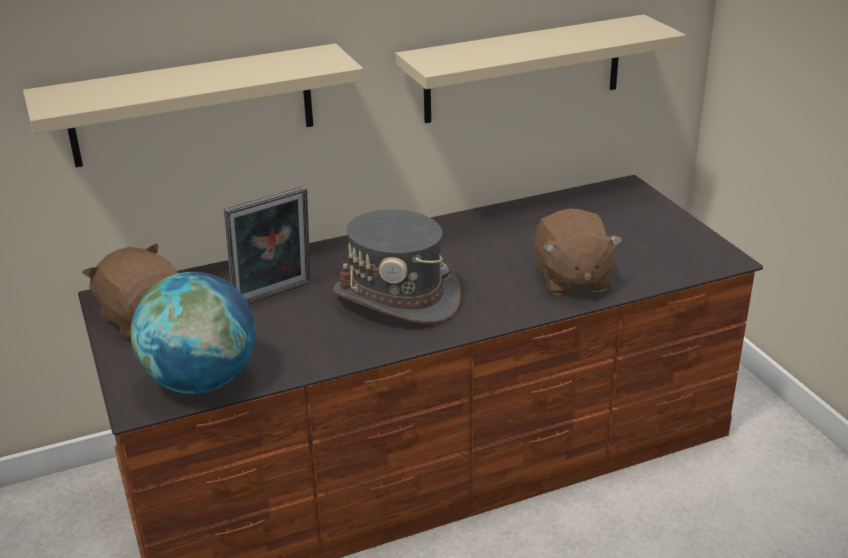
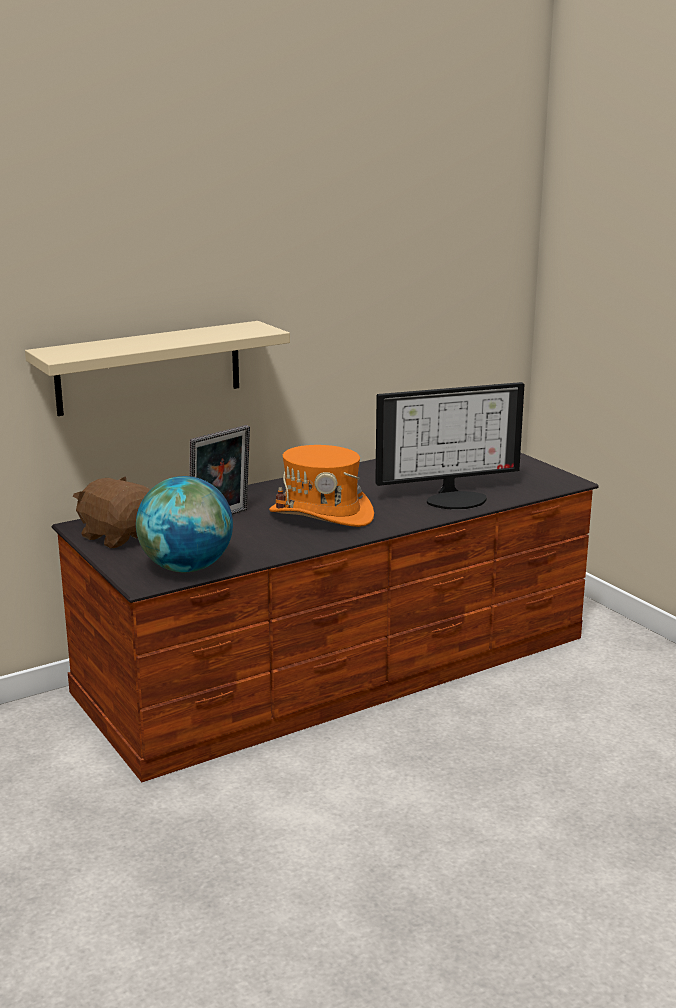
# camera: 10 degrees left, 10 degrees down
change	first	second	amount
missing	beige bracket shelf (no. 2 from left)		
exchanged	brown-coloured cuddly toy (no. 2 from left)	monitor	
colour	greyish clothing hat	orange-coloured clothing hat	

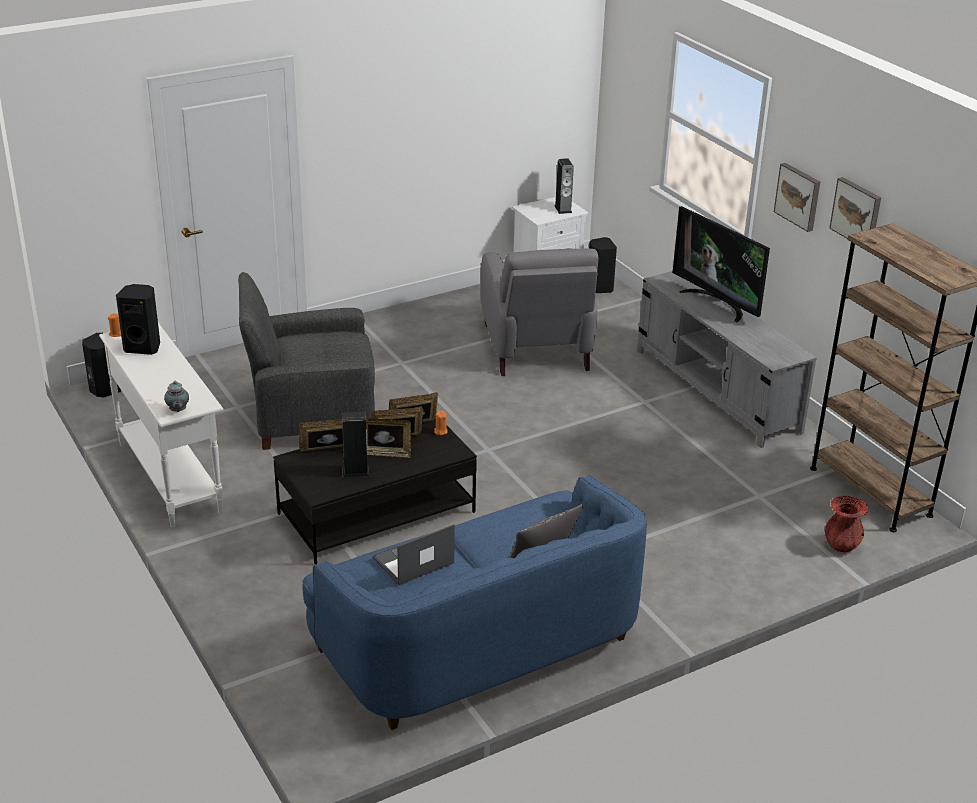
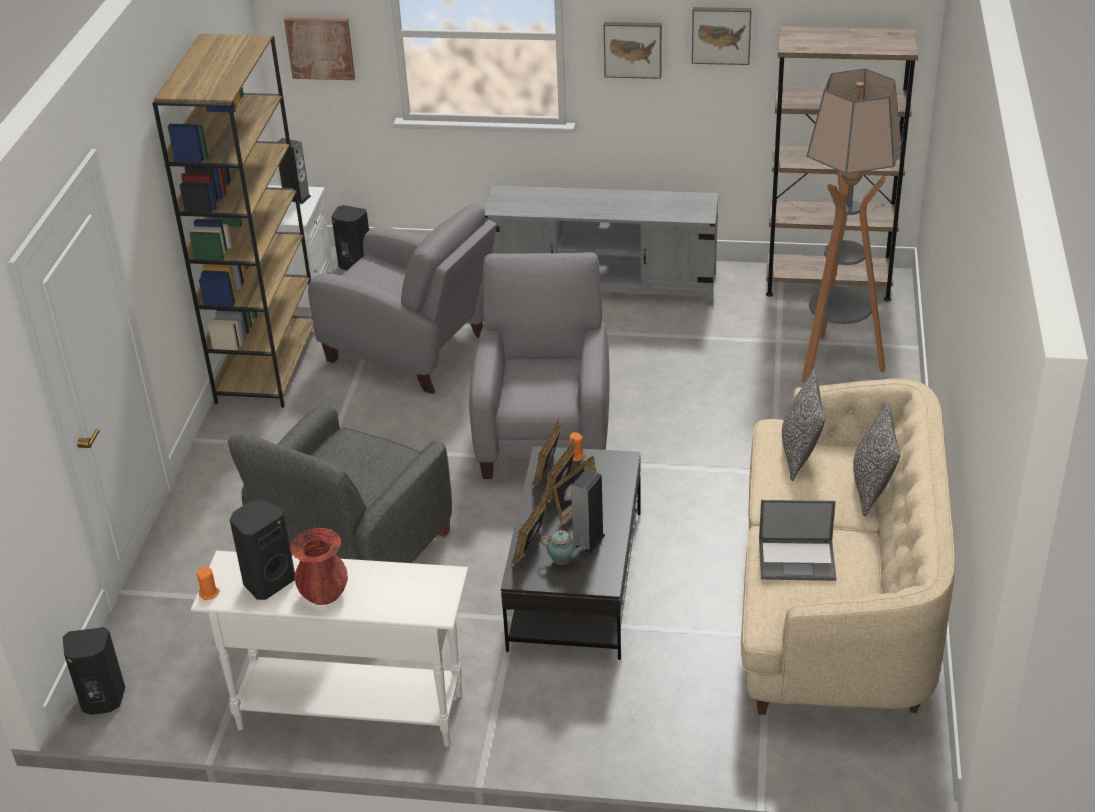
# camera: 50 degrees left, 5 degrees up
change	first	second	amount
missing	TV set		
appeared		brown-coloured bookshelf (no. 1 from left)	
appeared		picture (no. 1 from left)	
appeared		greyish easy chair (no. 3 from left)	
appeared		throw pillow (no. 1 from left)	
appeared		floor lamp	
relocated	teapot		
relocated	red vase		
colour	blue sofa	beige sofa	
spun	portable computer		90 degrees counterclockwise

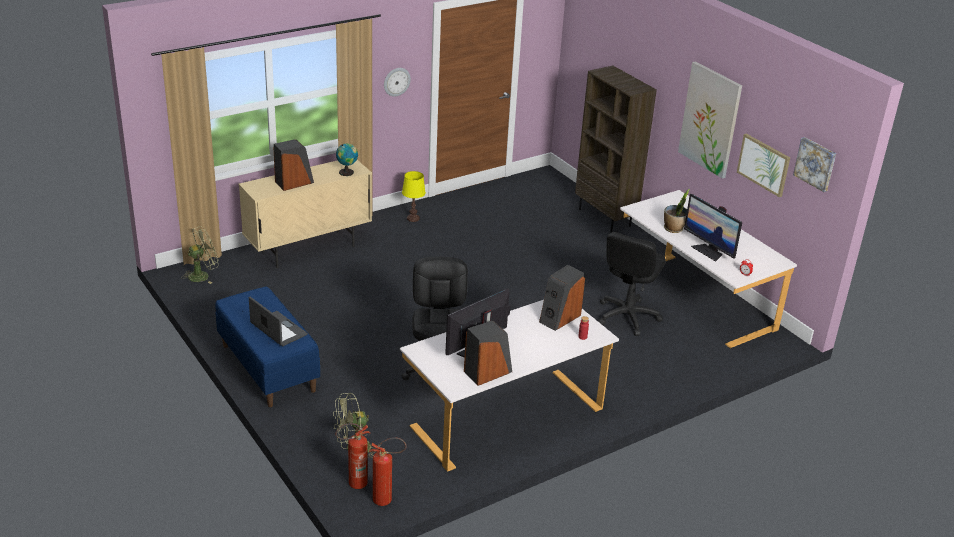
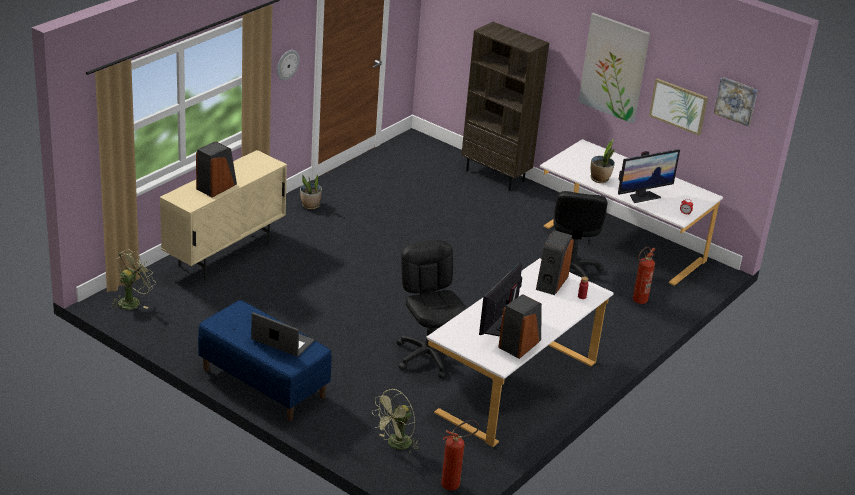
# camera: 20 degrees left, 0 degrees up
change	first	second	amount
missing	world globe		
relocated	fire extinguisher (no. 1 from left in the first image)	fire extinguisher (no. 2 from left)	
exchanged	yellowish table lamp	houseplant (no. 1 from left)	
spun	monitor (no. 2 from left)		60 degrees counterclockwise

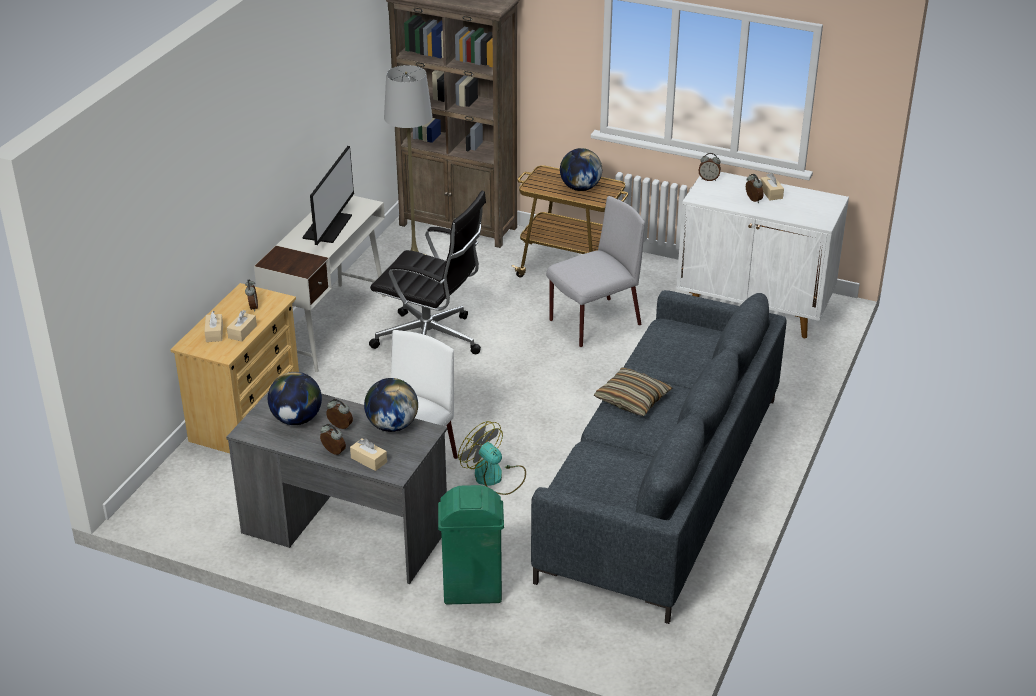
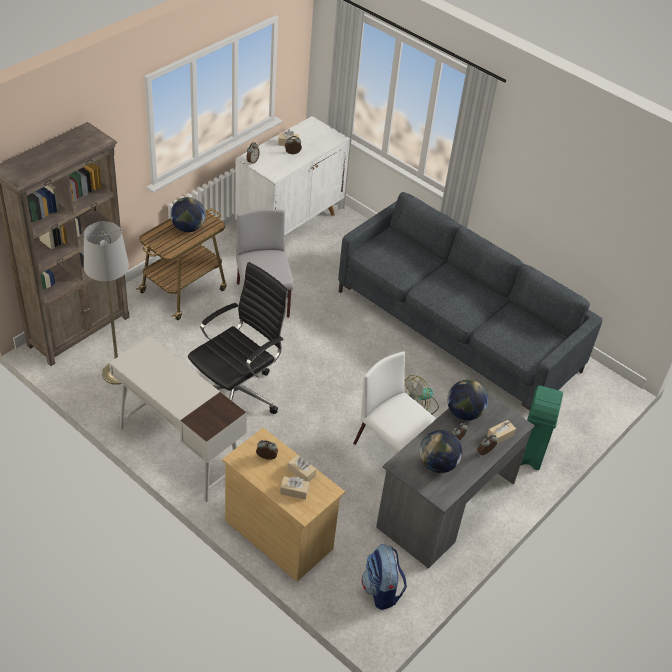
# camera: 75 degrees left, 10 degrees up
change	first	second	amount
missing	monitor		
missing	throw pillow		
appeared		rucksack	

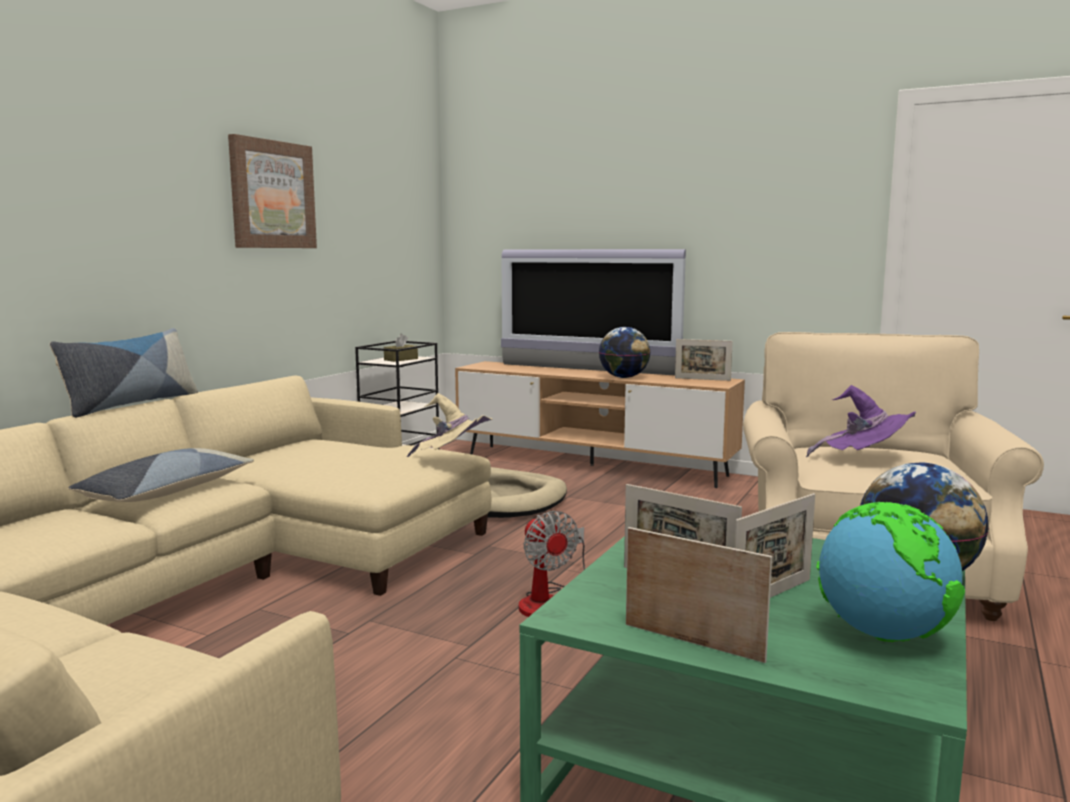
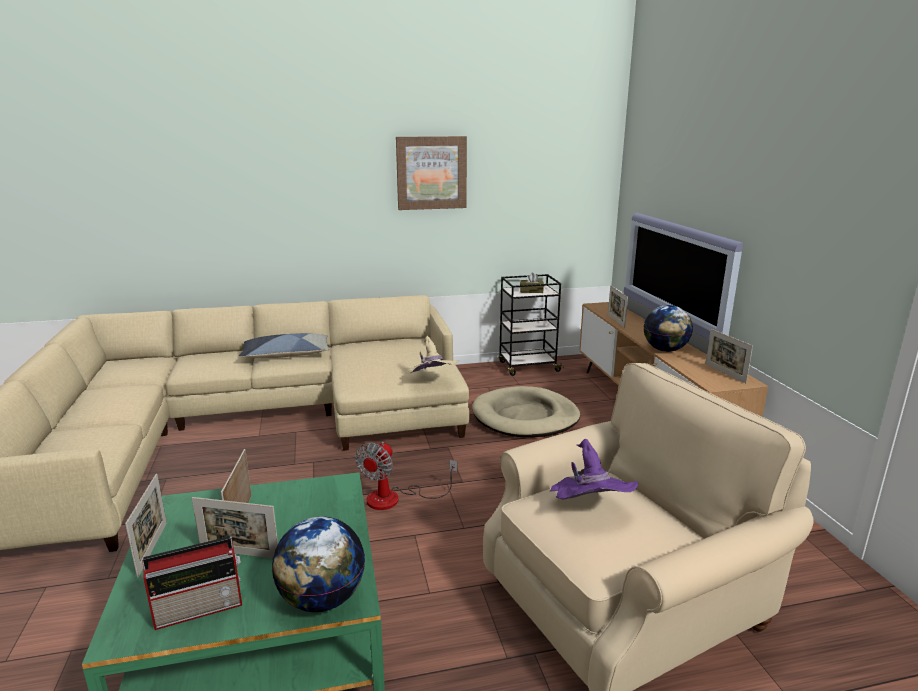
# camera: 50 degrees right, 10 degrees up
change	first	second	amount
missing	throw pillow (no. 1 from left)		
appeared		photo frame (no. 4 from left)	
exchanged	world globe (no. 2 from left)	radio	

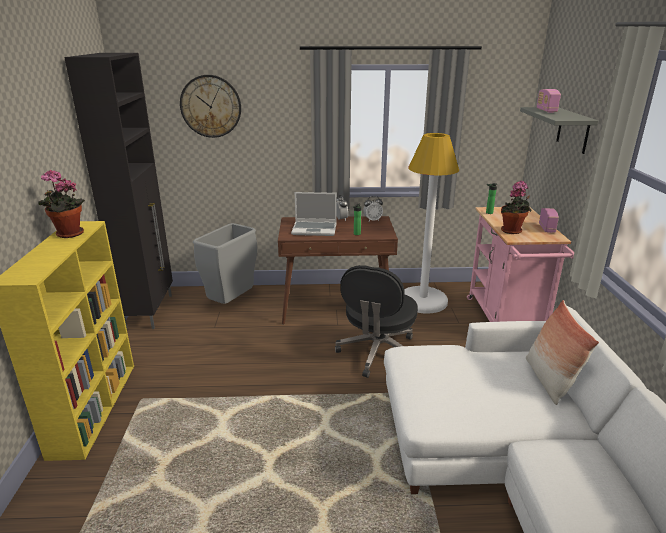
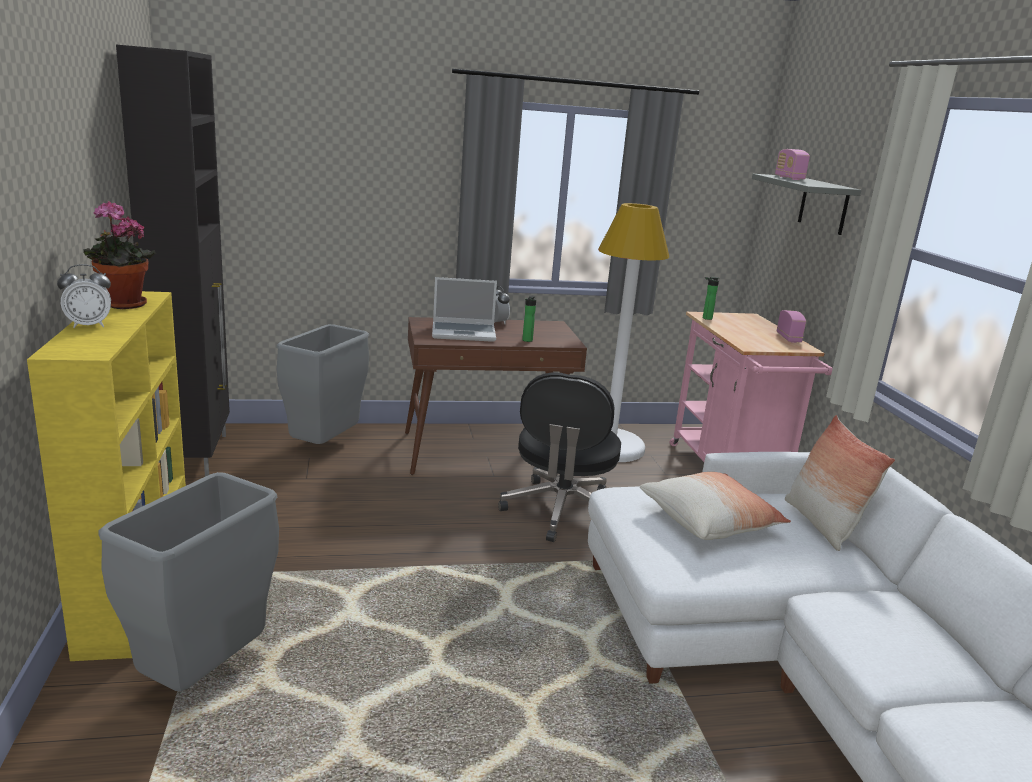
# camera: 10 degrees left, 5 degrees down
change	first	second	amount
missing	clock on the wall		
missing	houseplant (no. 2 from left)		
appeared		greyish trash can (no. 1 from left)	
appeared		throw pillow (no. 1 from left)	
relocated	bedside clock (no. 2 from left in the first image)	bedside clock (no. 1 from left)	

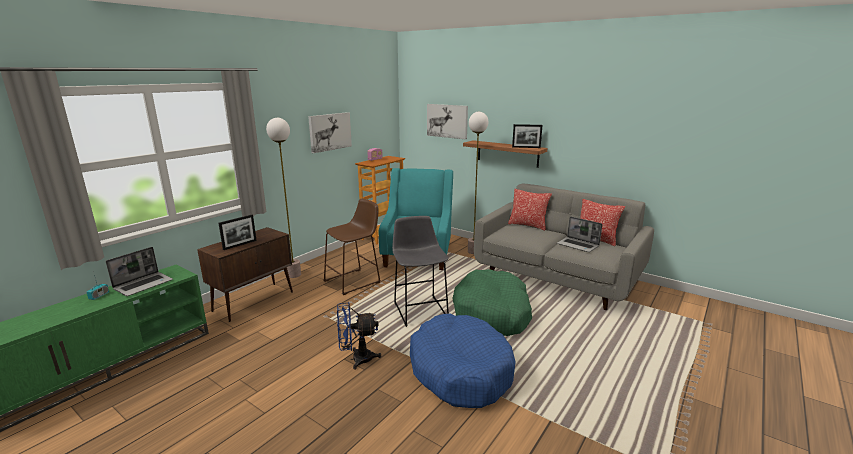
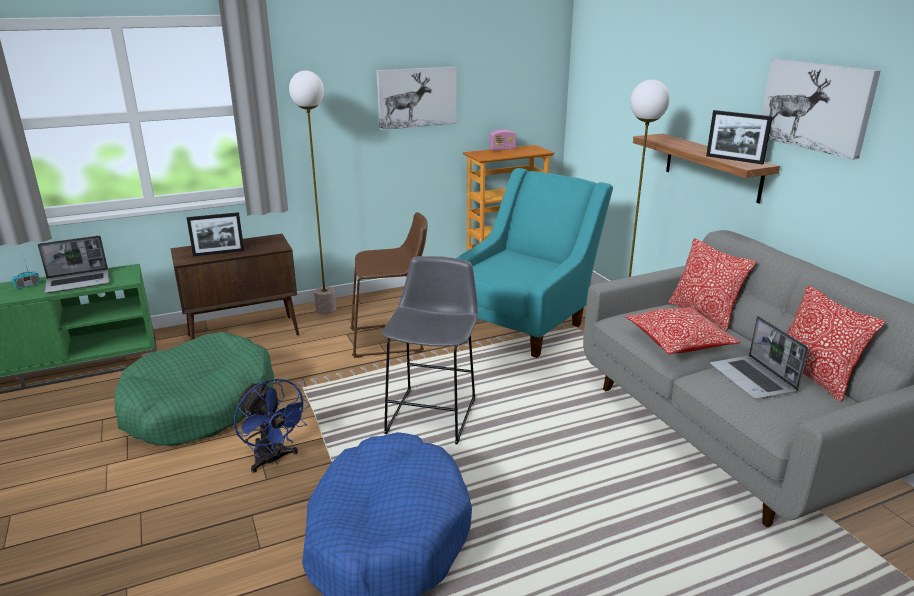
# camera: 30 degrees right, 5 degrees up
change	first	second	amount
appeared		throw pillow (no. 1 from left)	
relocated	picture (no. 2 from left)		
relocated	green dog bed		
spun	blue electric fan		150 degrees counterclockwise

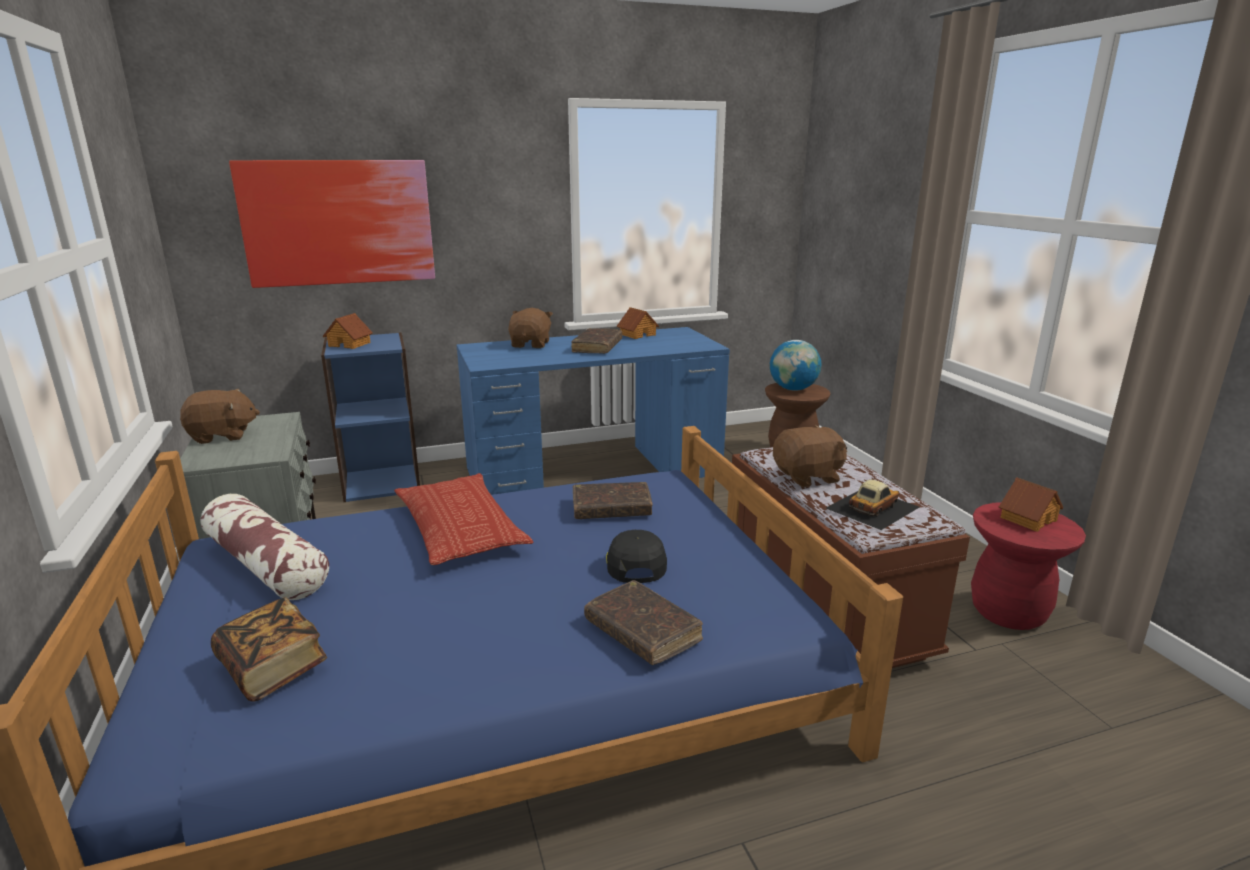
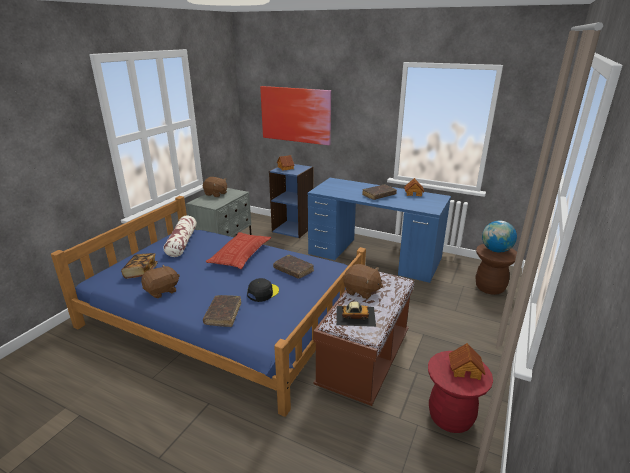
# camera: 45 degrees right, 5 degrees up
change	first	second	amount
relocated	brown-coloured cuddly toy (no. 2 from left in the first image)	brown-coloured cuddly toy (no. 1 from left)	

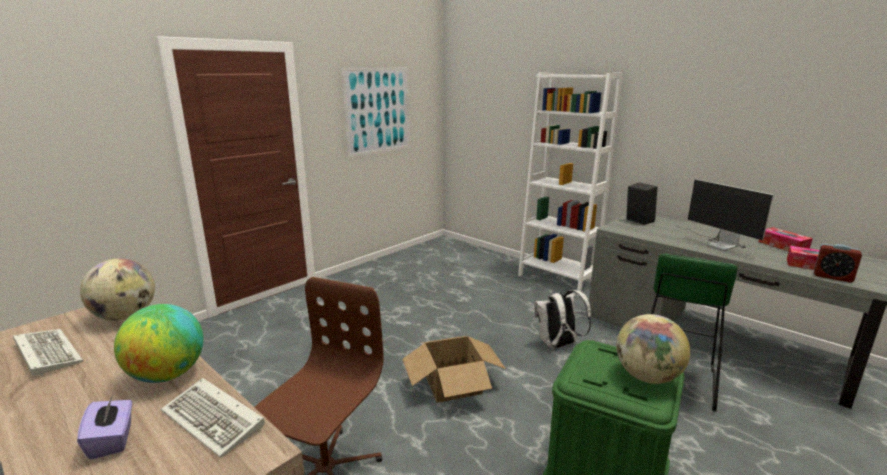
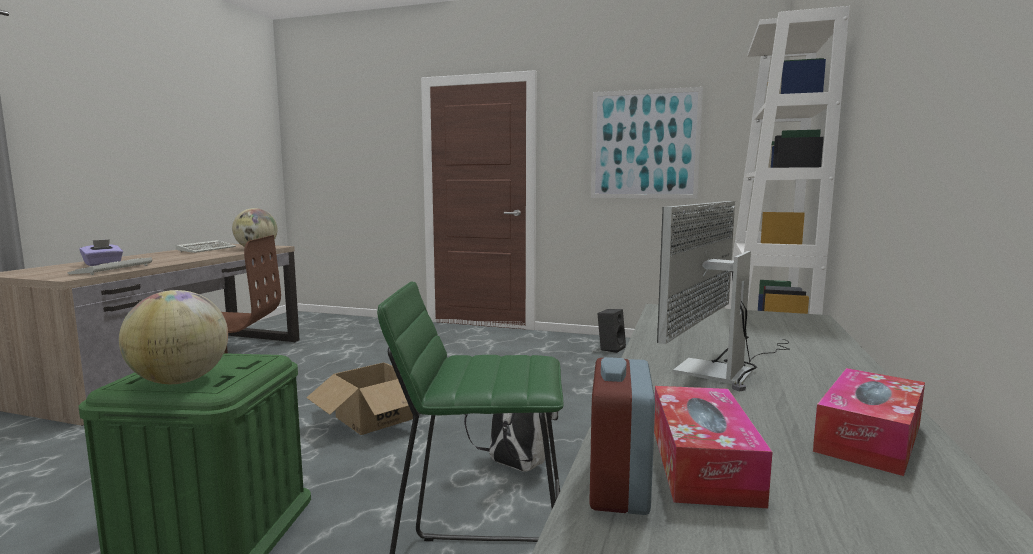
# camera: 65 degrees right, 10 degrees down
change	first	second	amount
missing	world globe (no. 2 from left)		
relocated	black speaker		

